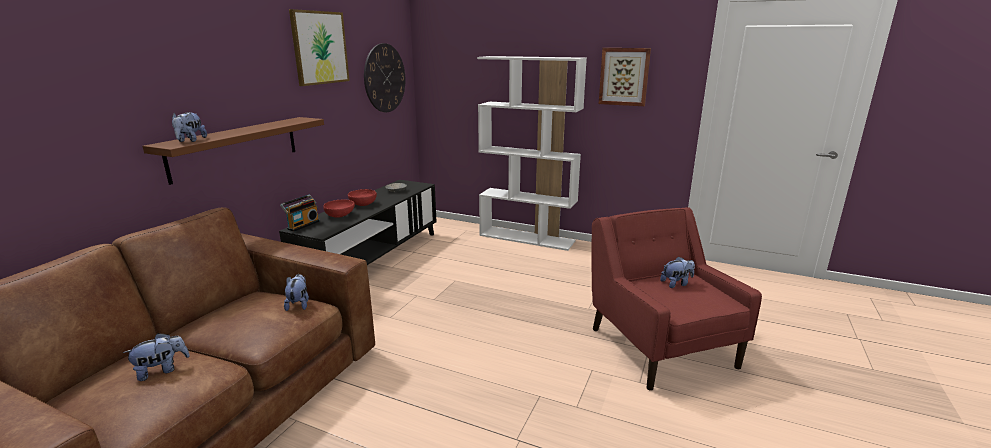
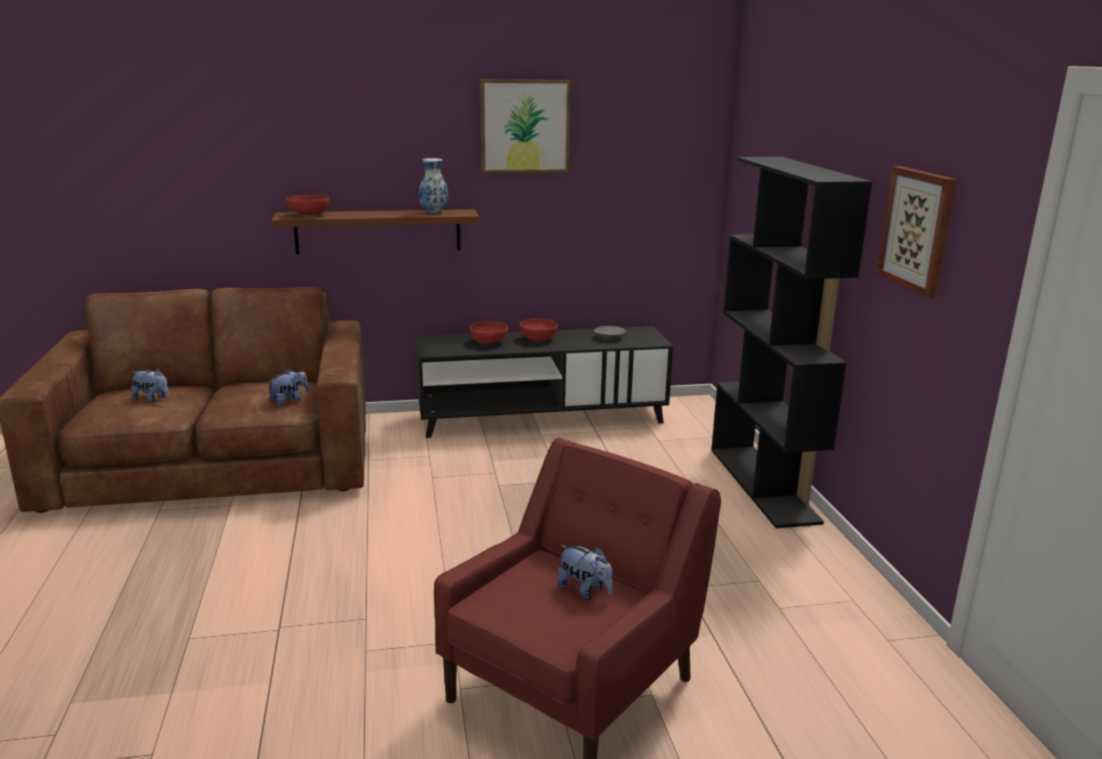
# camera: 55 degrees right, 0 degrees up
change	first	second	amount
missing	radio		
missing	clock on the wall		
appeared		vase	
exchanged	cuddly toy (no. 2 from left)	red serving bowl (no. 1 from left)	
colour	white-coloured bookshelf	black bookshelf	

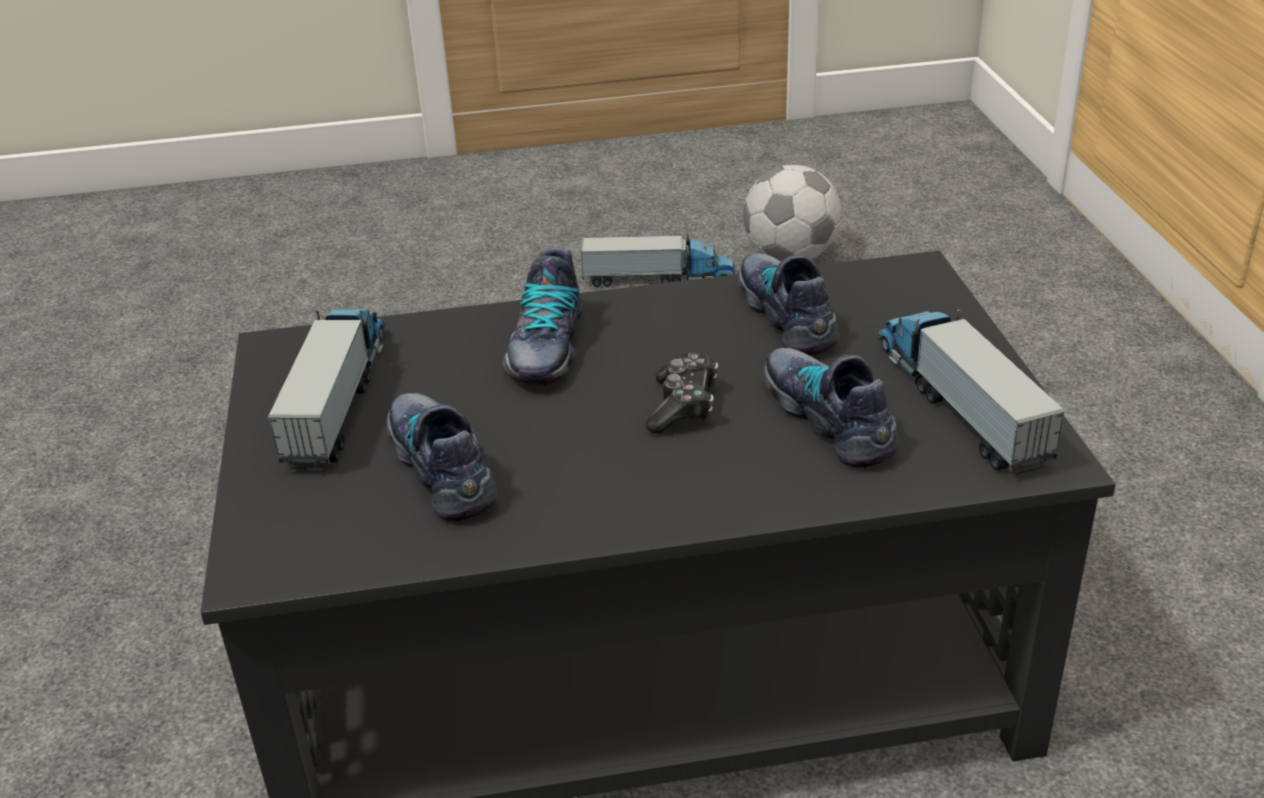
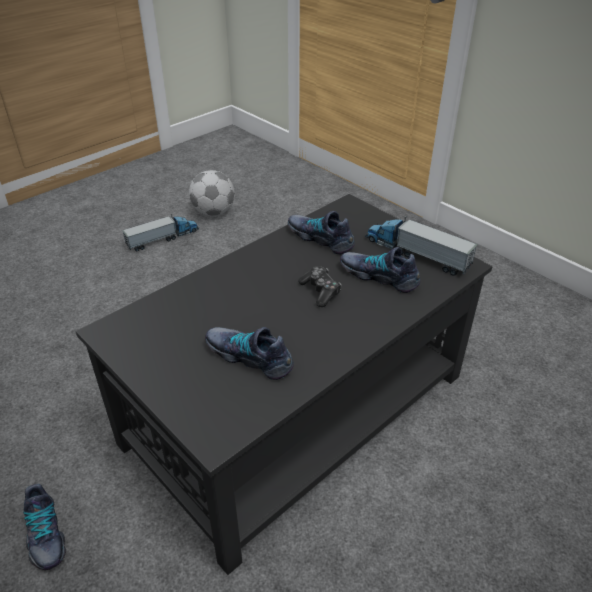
# camera: 35 degrees left, 5 degrees up
change	first	second	amount
missing	toy lorry (no. 1 from left)		
relocated	item of footwear (no. 2 from left in the first image)	item of footwear (no. 1 from left)	

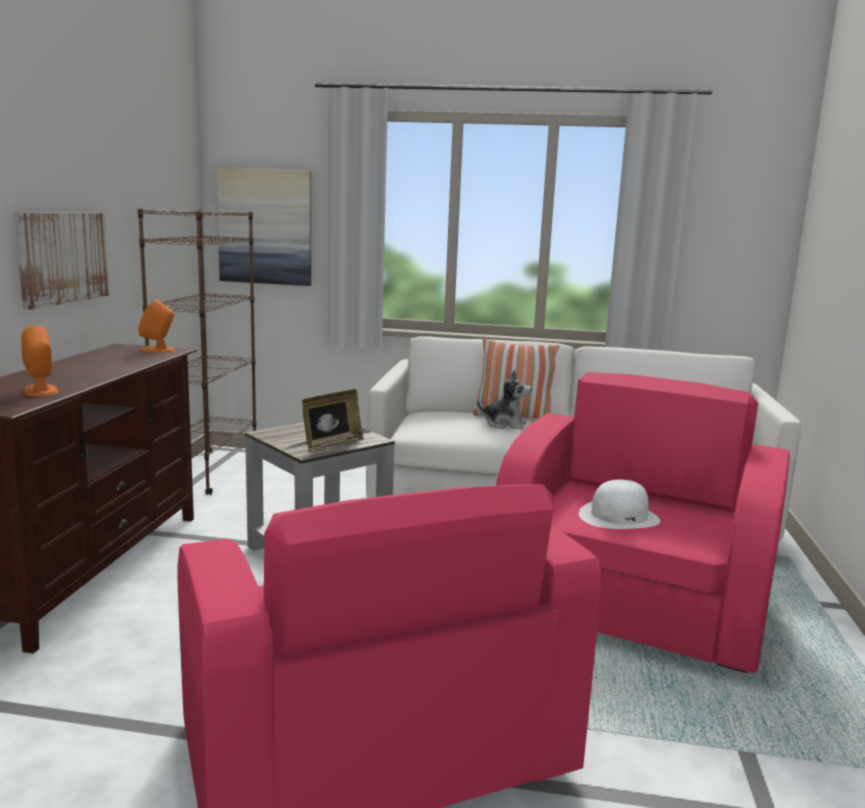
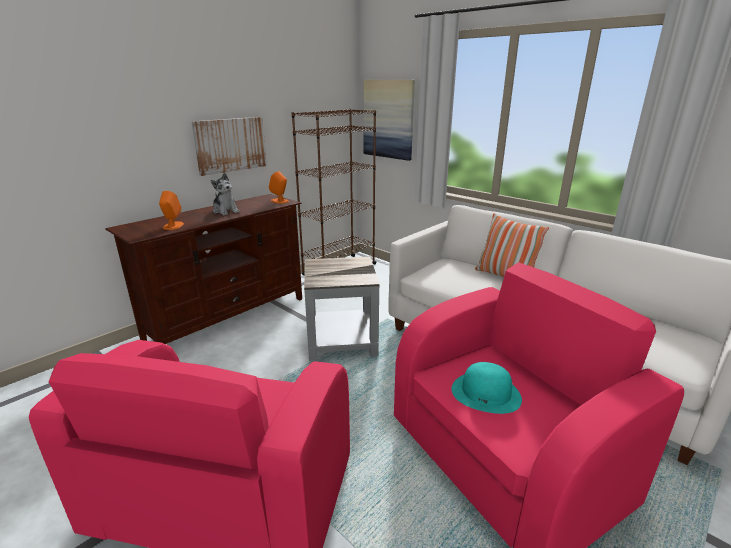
# camera: 35 degrees right, 10 degrees up
change	first	second	amount
missing	photo frame		
relocated	cuddly toy		
colour	white-coloured clothing hat	turquoise clothing hat	

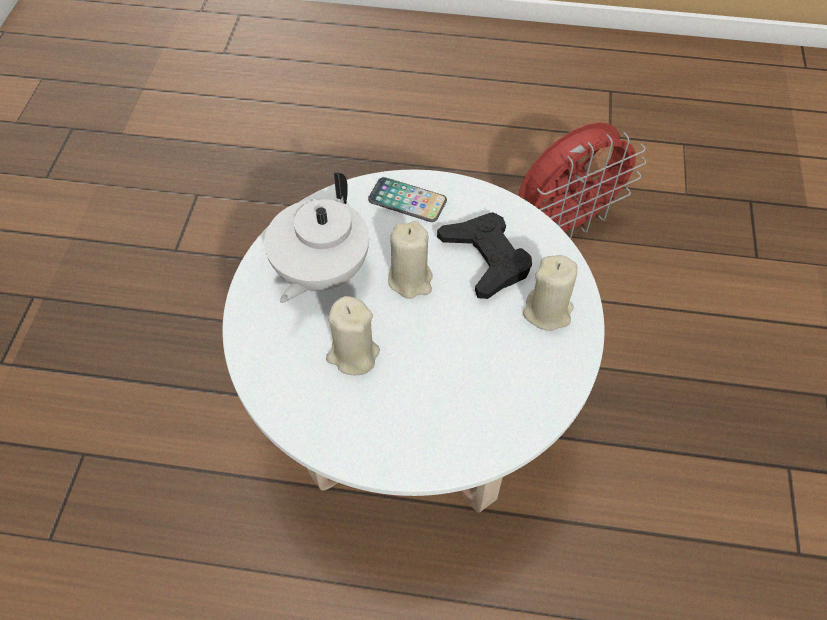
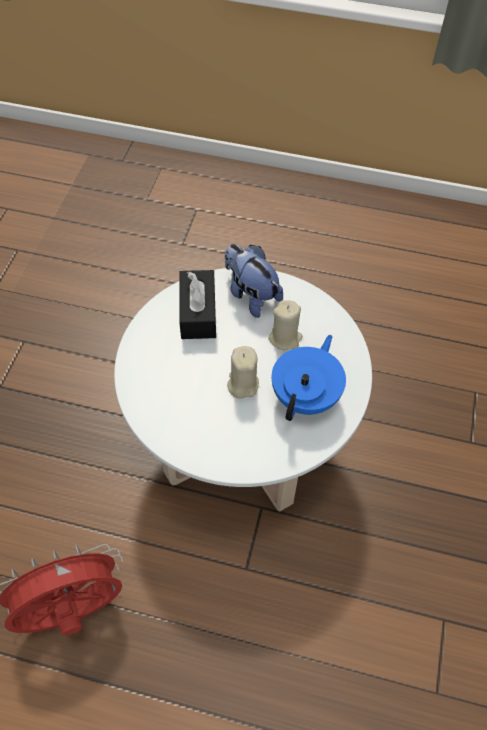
# camera: 175 degrees left, 0 degrees up
change	first	second	amount
missing	handset		
missing	black joypad		
missing	beige wax candle (no. 3 from left)		
appeared		black box of tissues	
appeared		cuddly toy	
colour	white-coloured teapot	blue teapot	

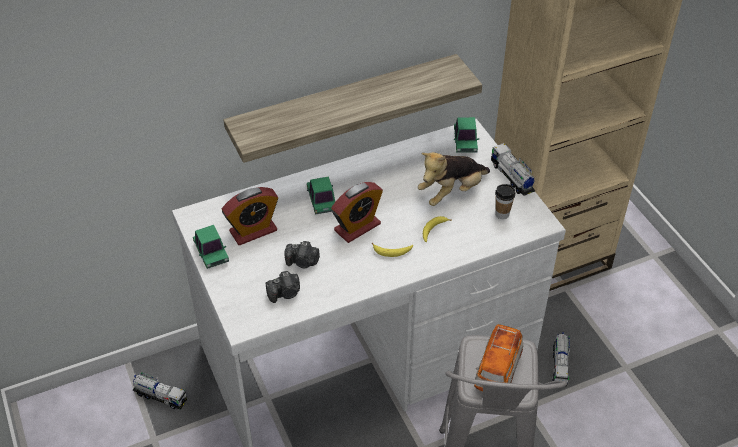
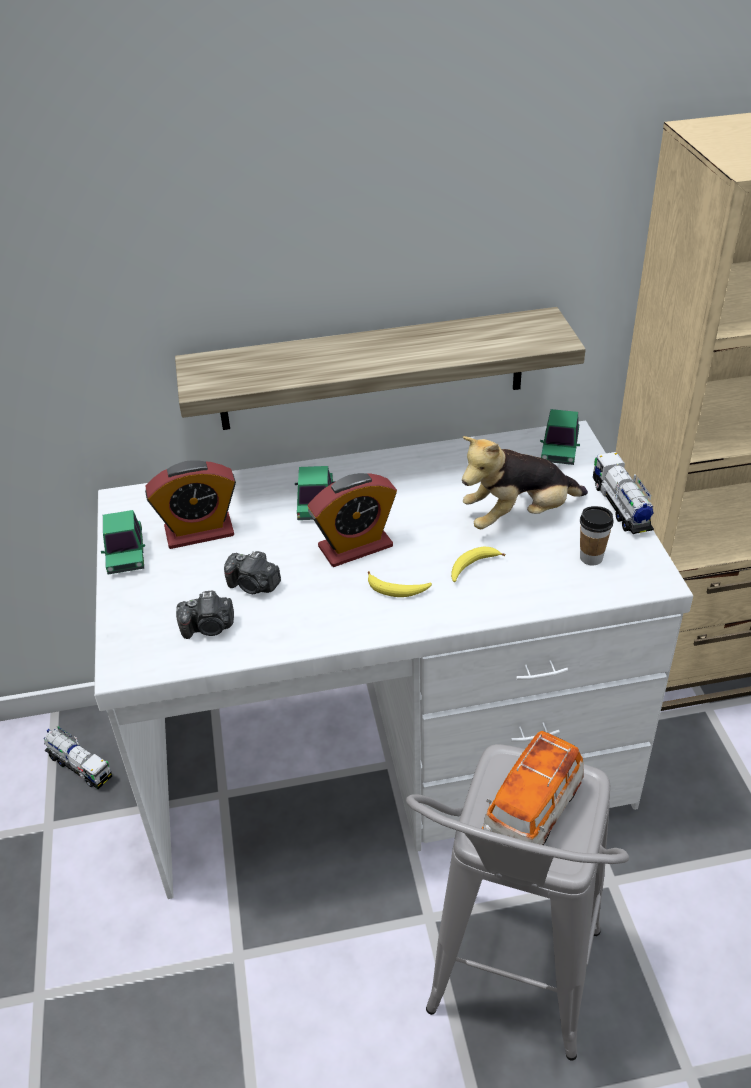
# camera: 15 degrees right, 5 degrees down
change	first	second	amount
missing	toy lorry (no. 3 from left)		

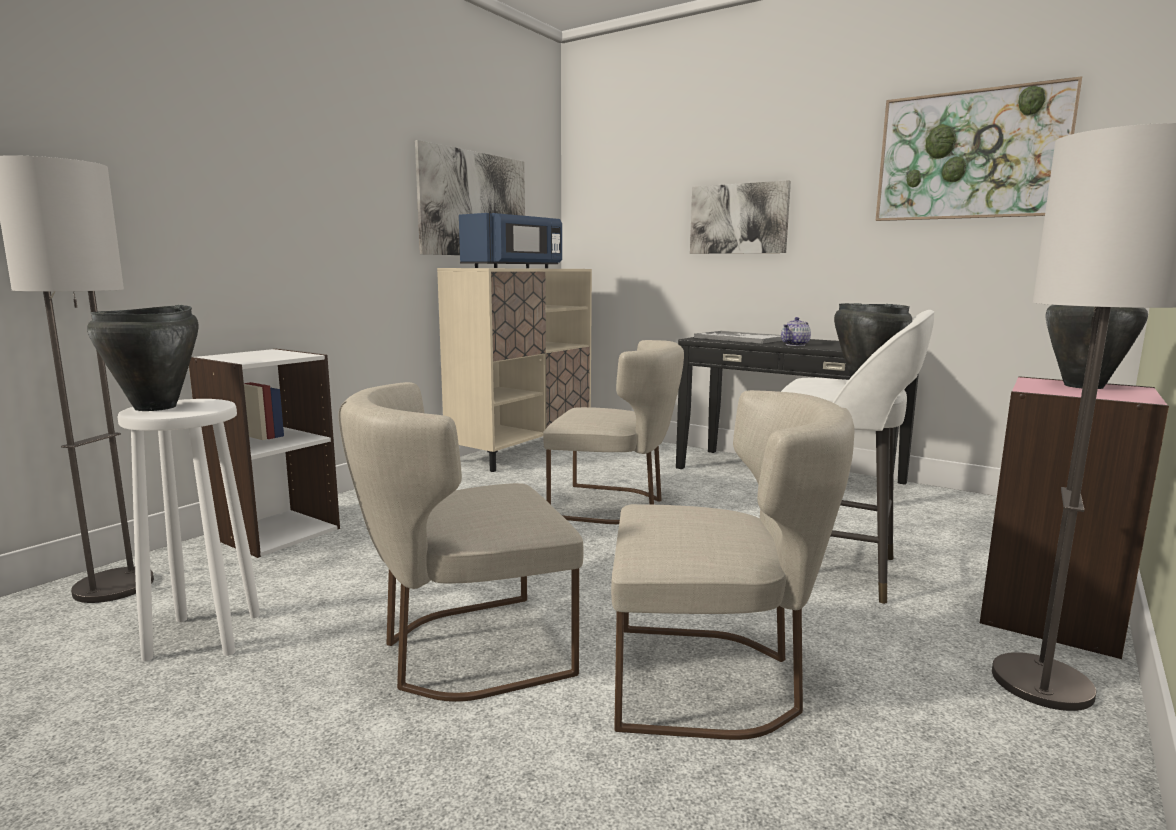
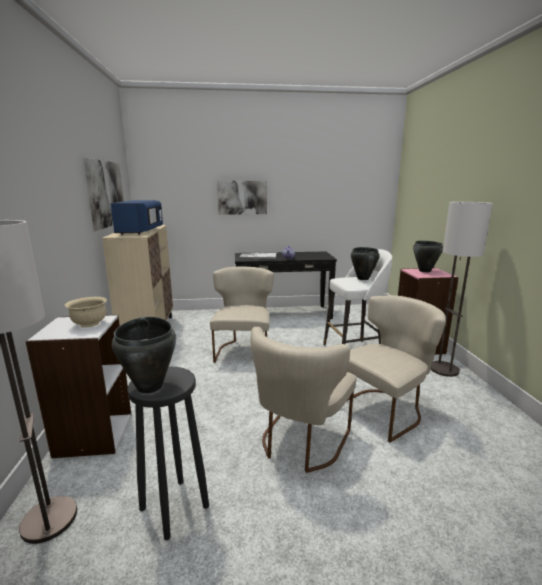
# camera: 40 degrees left, 5 degrees up
change	first	second	amount
missing	picture (no. 3 from left)		
appeared		beige serving bowl	
colour	white-coloured stool seat (no. 1 from left)	black stool seat	
spun	beige upright chair (no. 2 from left in the first image)	beige upright chair (no. 1 from left)	60 degrees counterclockwise

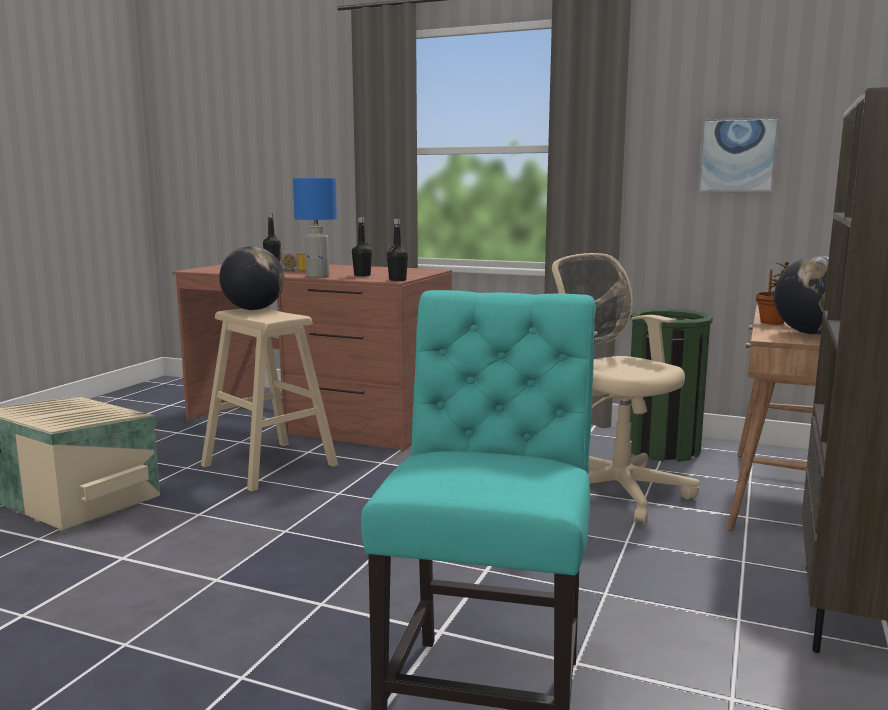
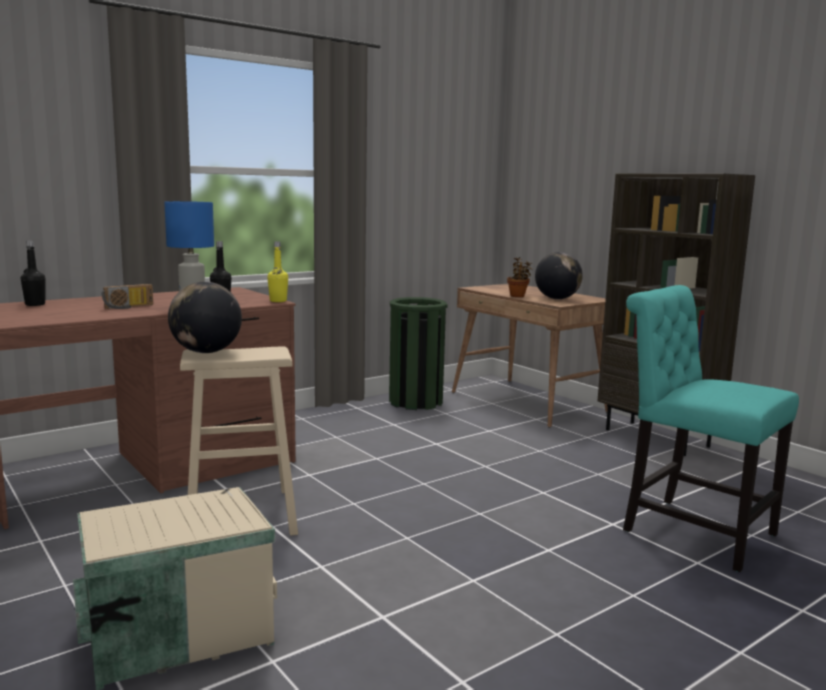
# camera: 60 degrees left, 0 degrees up
change	first	second	amount
missing	beige office chair		
missing	picture		
colour	black bottle (no. 3 from left)	yellowish bottle	

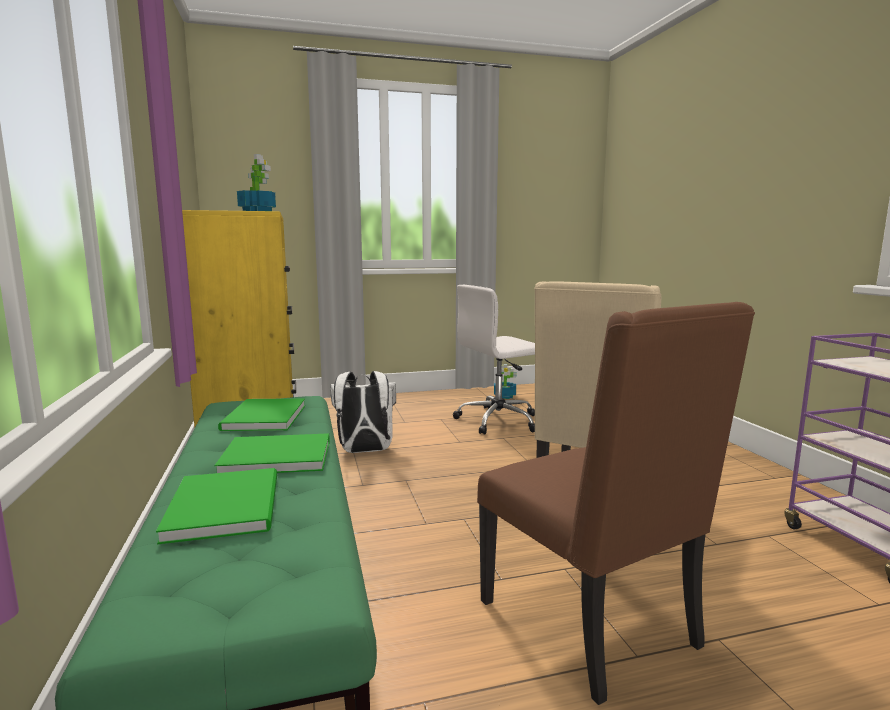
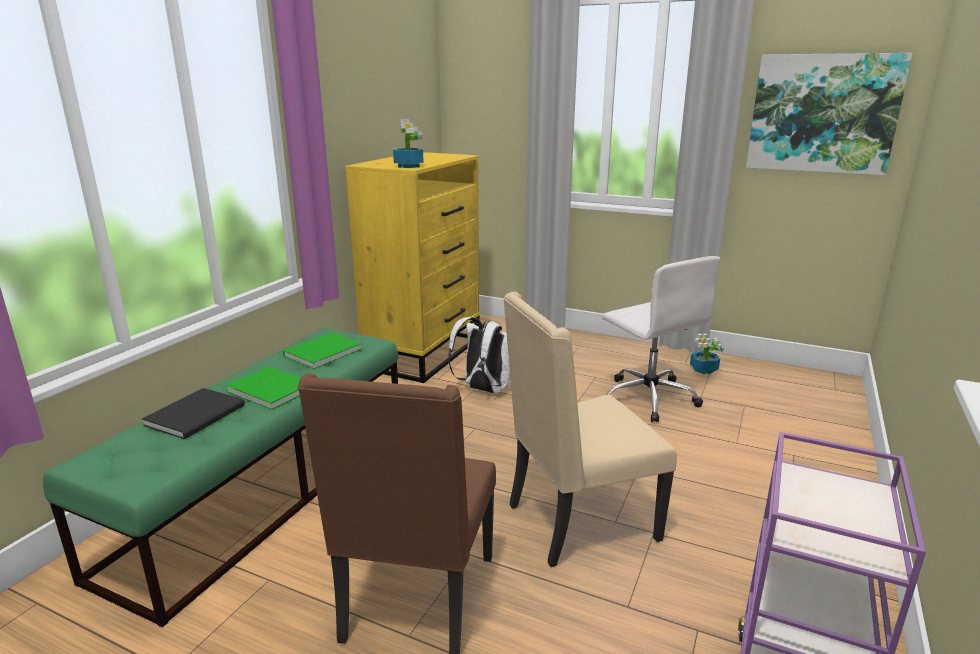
# camera: 40 degrees right, 10 degrees up
change	first	second	amount
appeared		picture	
colour	green book (no. 1 from left)	black book	
spun	white-coloured office chair		135 degrees counterclockwise

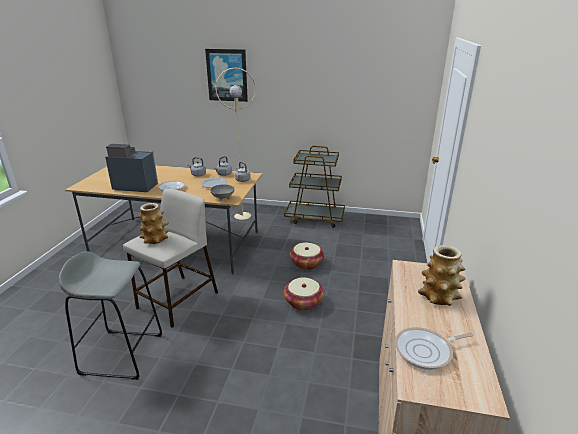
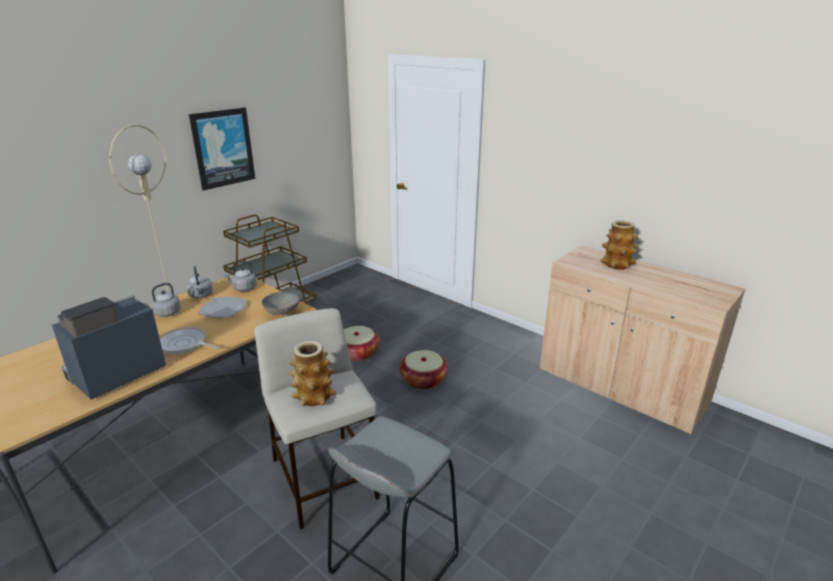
# camera: 60 degrees left, 0 degrees up
change	first	second	amount
missing	frying pan (no. 2 from left)		
relocated	picture		

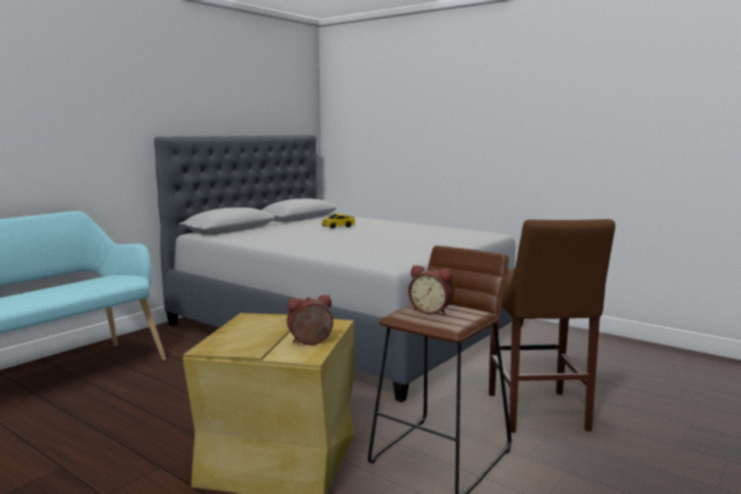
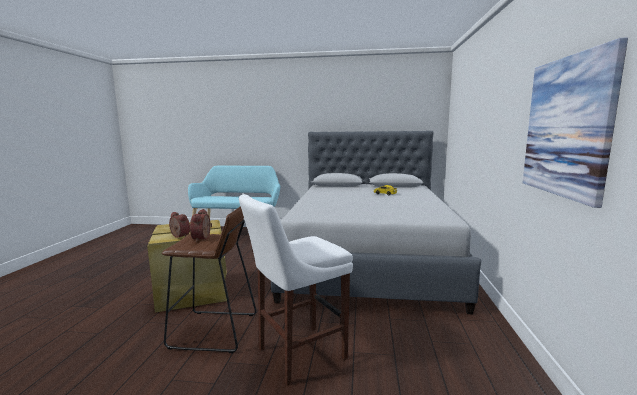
# camera: 60 degrees right, 0 degrees up
change	first	second	amount
appeared		picture	
colour	brown-coloured stool seat (no. 2 from left)	white-coloured stool seat	

